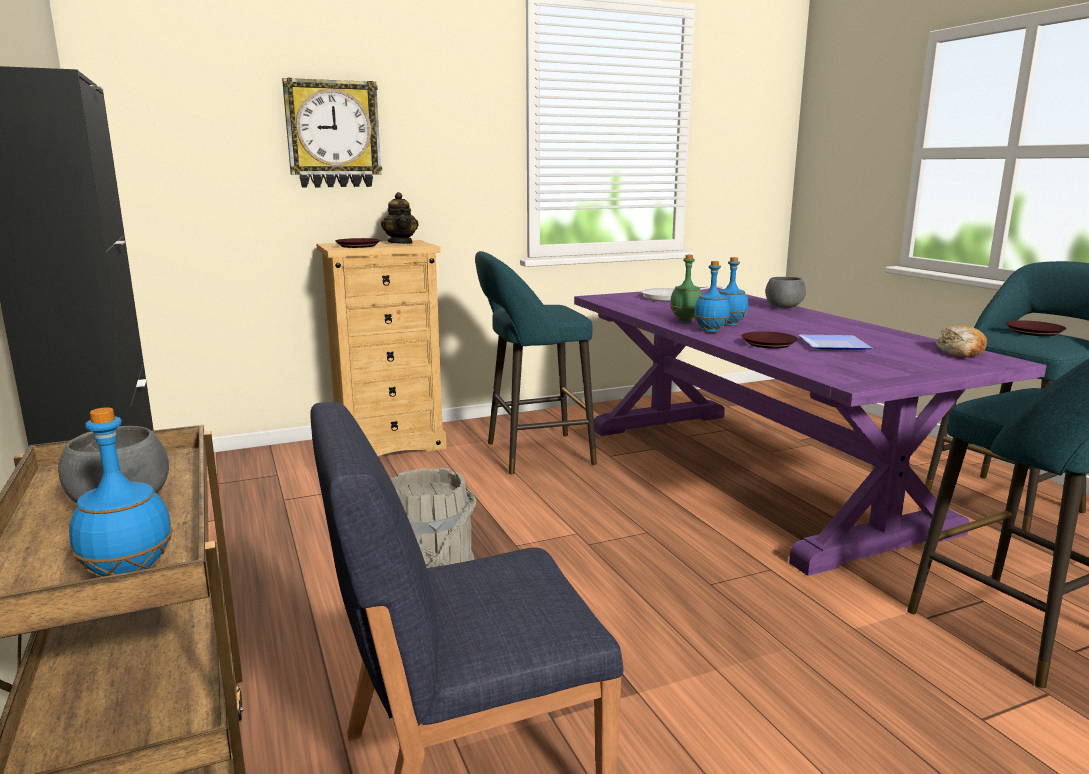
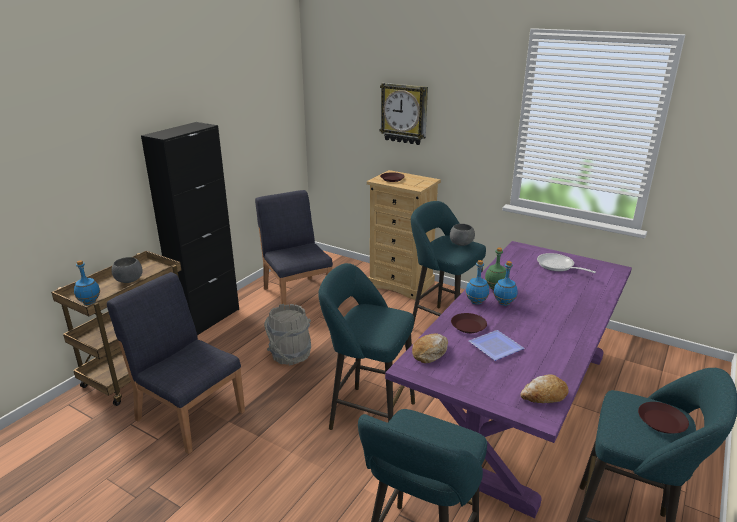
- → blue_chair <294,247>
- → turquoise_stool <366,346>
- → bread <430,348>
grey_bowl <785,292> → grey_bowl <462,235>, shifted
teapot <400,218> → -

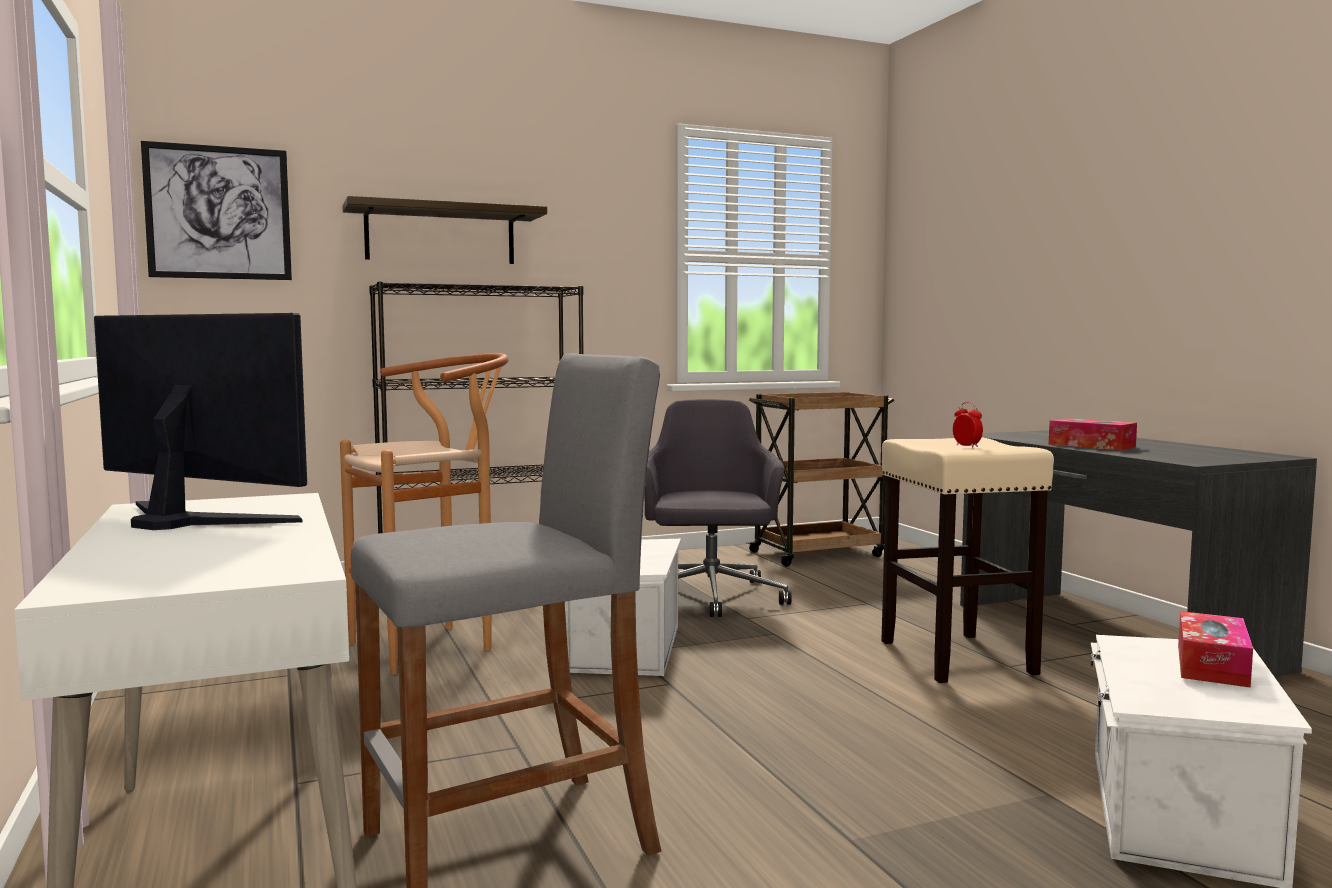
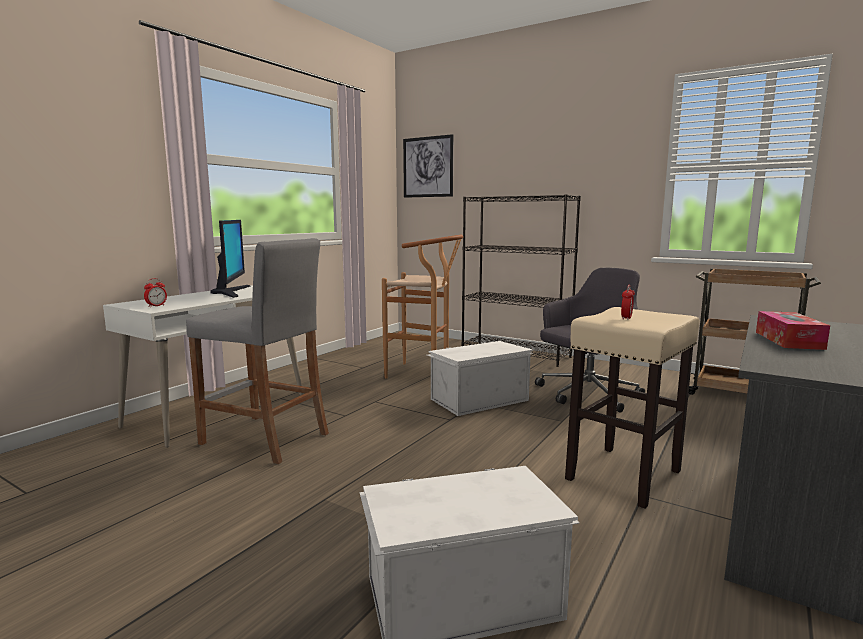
- → alarm_clock <155,292>
shelf <444,230> → -
tissue_box <1215,649> → -

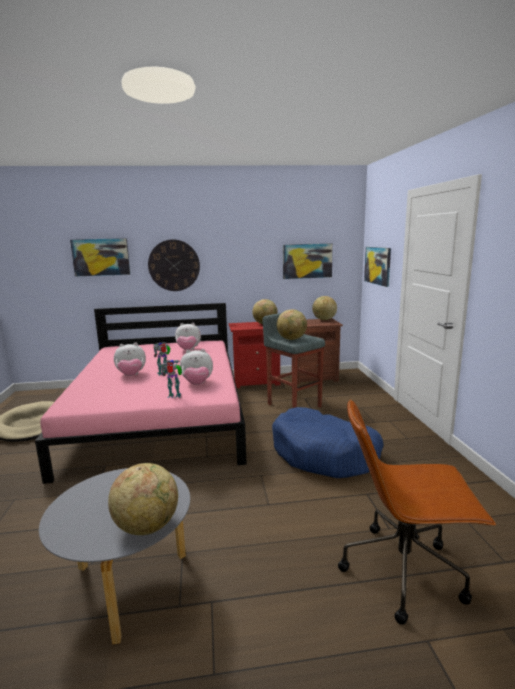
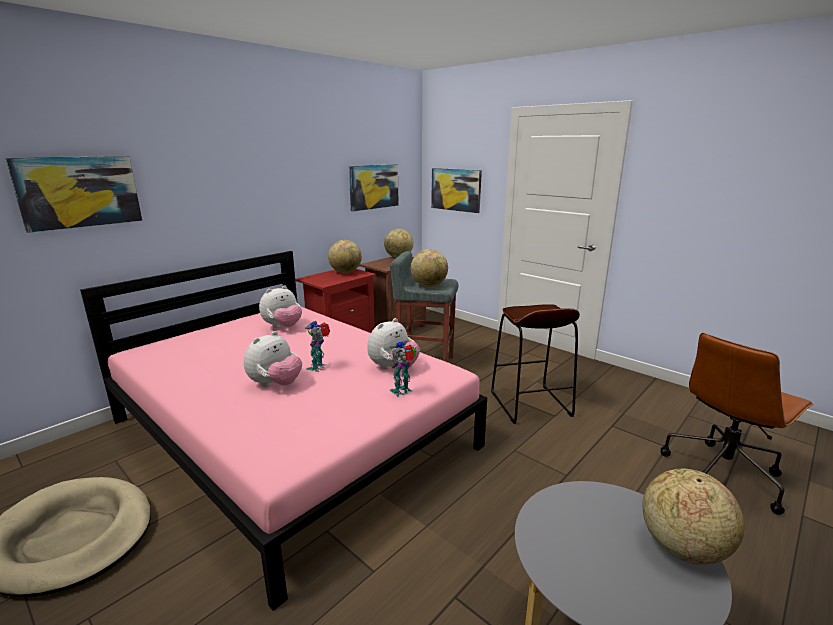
blue_dog_bed <328,442> → brown_stool <535,364>
wall_clock <174,265> → -

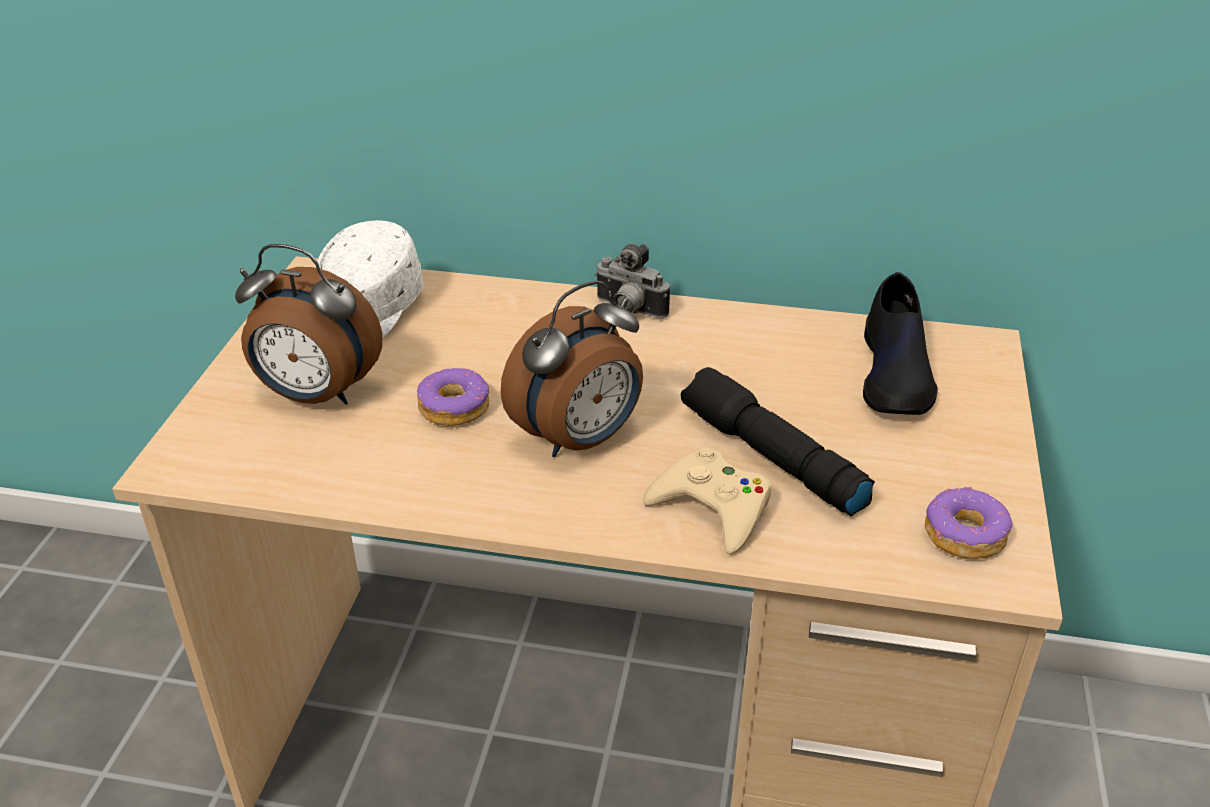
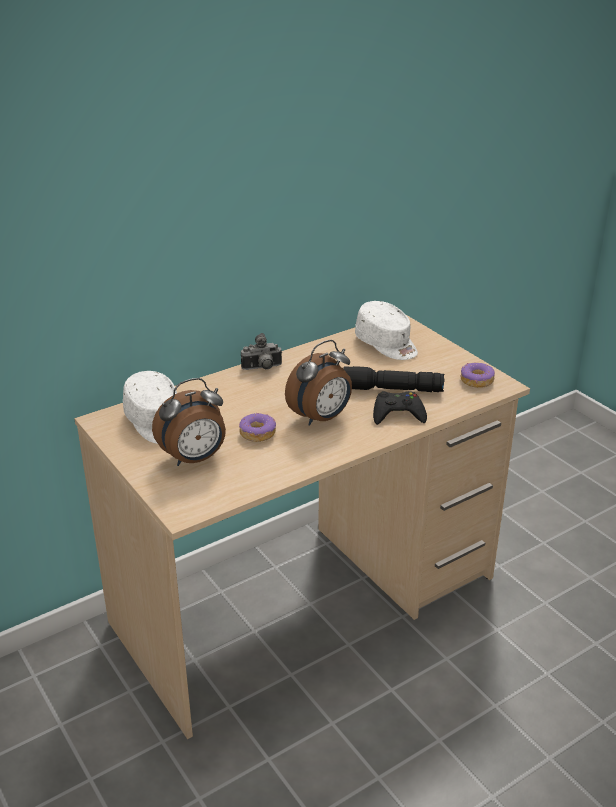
alarm_clock <571,368> → alarm_clock <318,383>, 45 degrees clockwise
black_shoe <900,343> → white_cap <386,330>
beige_game_controller <707,501> → black_game_controller <400,408>

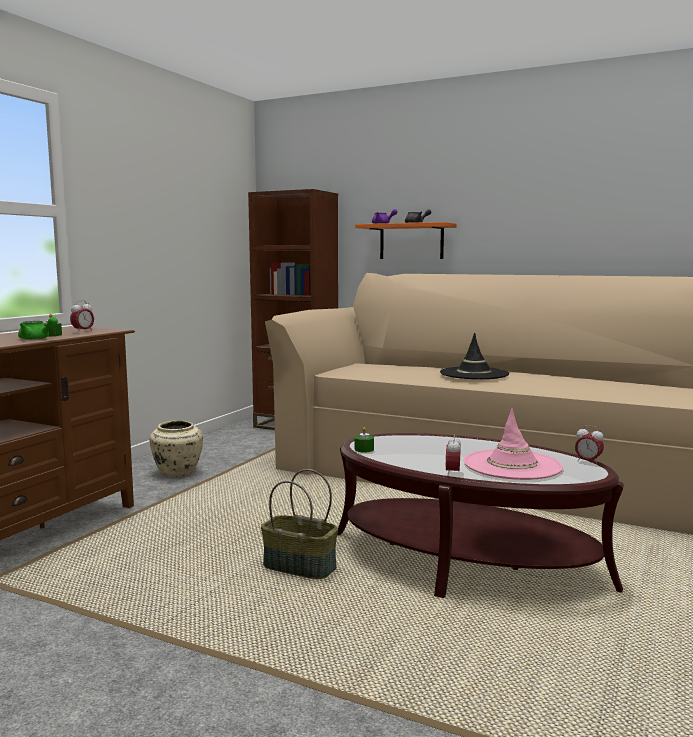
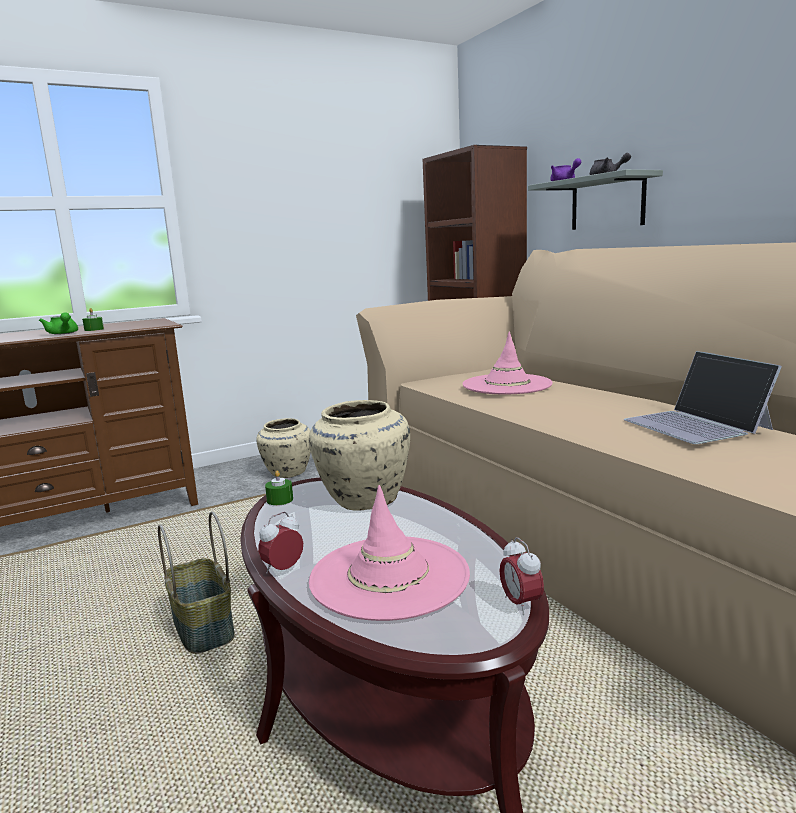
- → beige_vase <359,455>
- → pink_hat <508,362>
orange_shelf <406,240> → grey_shelf <595,199>
- → laptop <703,397>
alarm_clock <82,316> → -
black_hat <474,355> → -

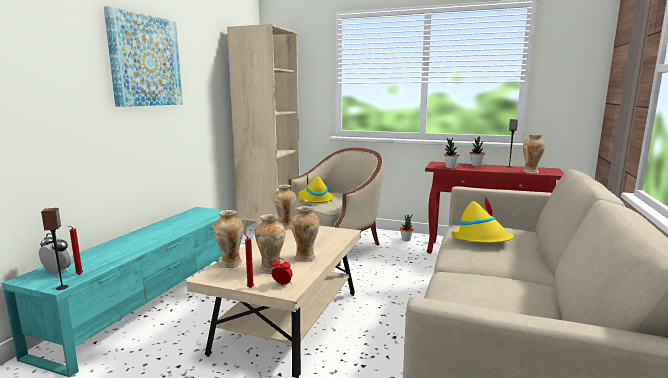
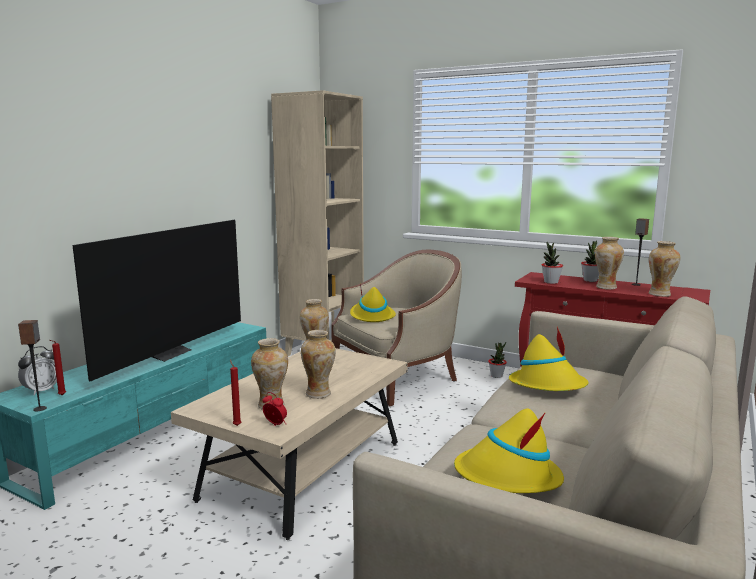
alarm_clock <55,253> → alarm_clock <37,370>, 90 degrees clockwise
- → television <157,300>
- → yellow_hat <509,450>
vase <229,239> → vase <609,263>, shifted
picture <143,56> → -

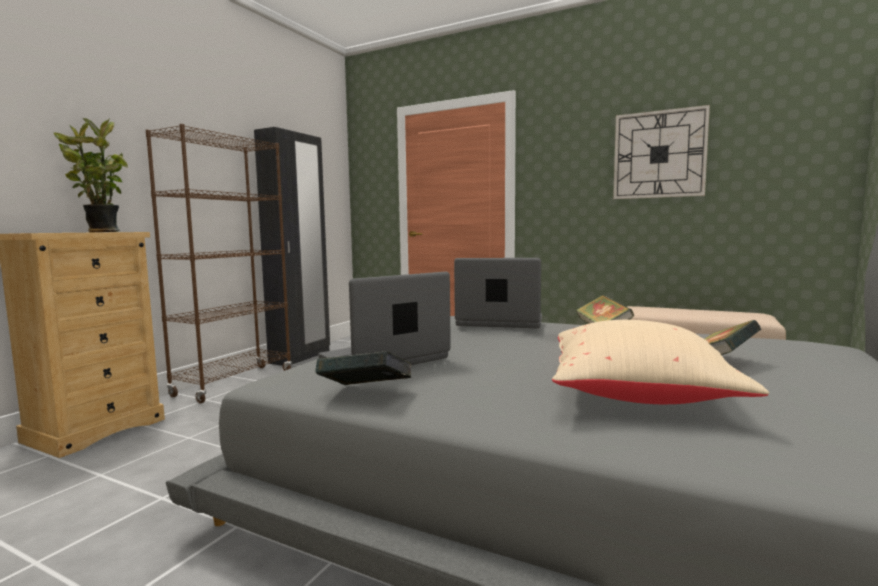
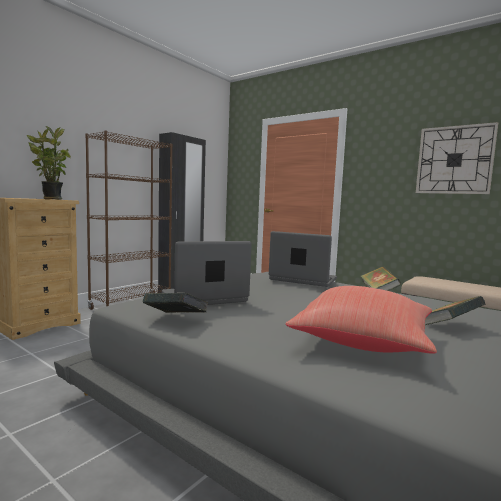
beige_pillow <660,362> → red_pillow <361,320>

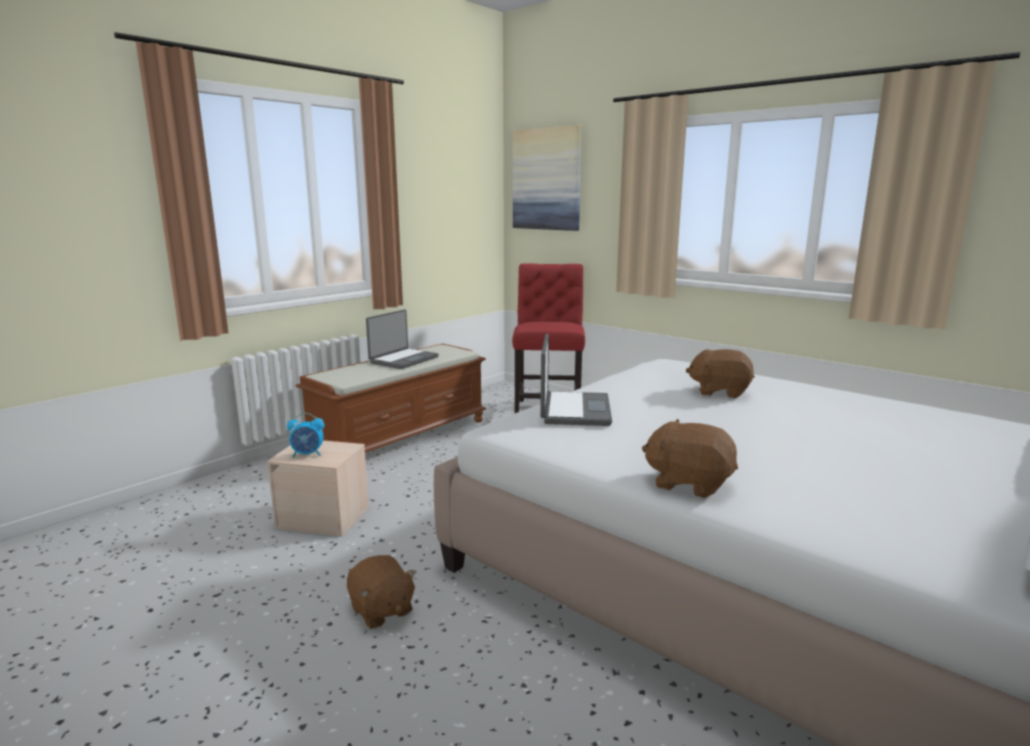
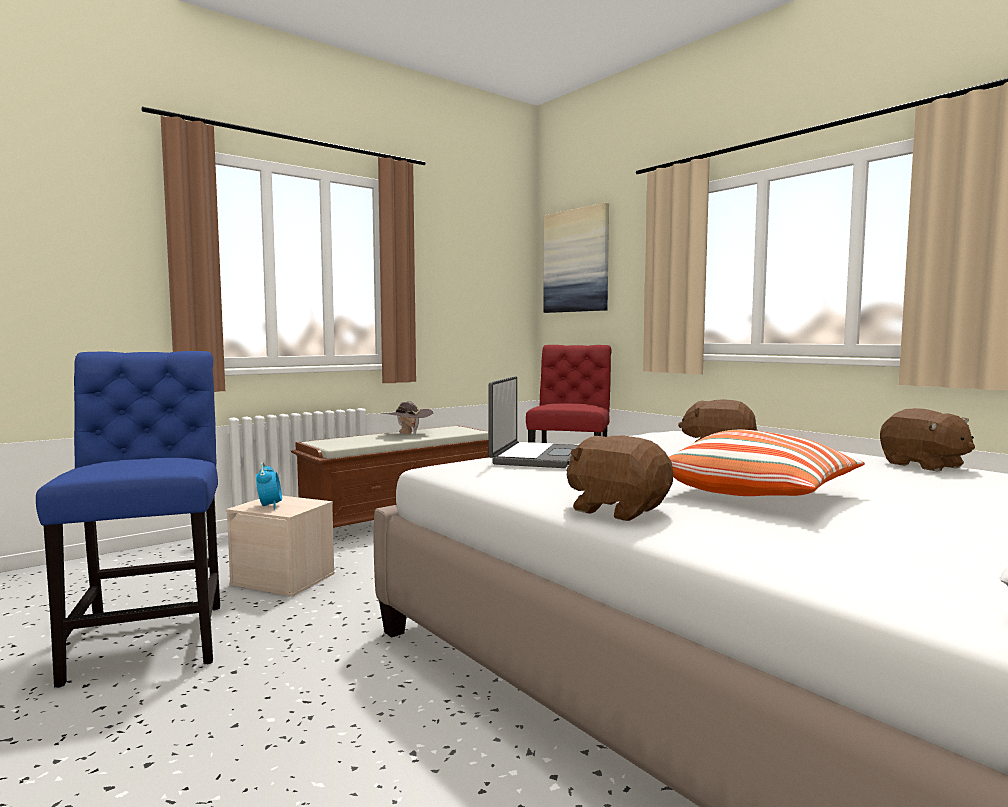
- → blue_chair <128,519>
alarm_clock <306,435> → alarm_clock <269,486>, 105 degrees counterclockwise
laptop <402,339> → brown_hat <409,418>
- → pillow <767,463>
brown_plush_toy <381,592> → brown_plush_toy <927,440>, shifted

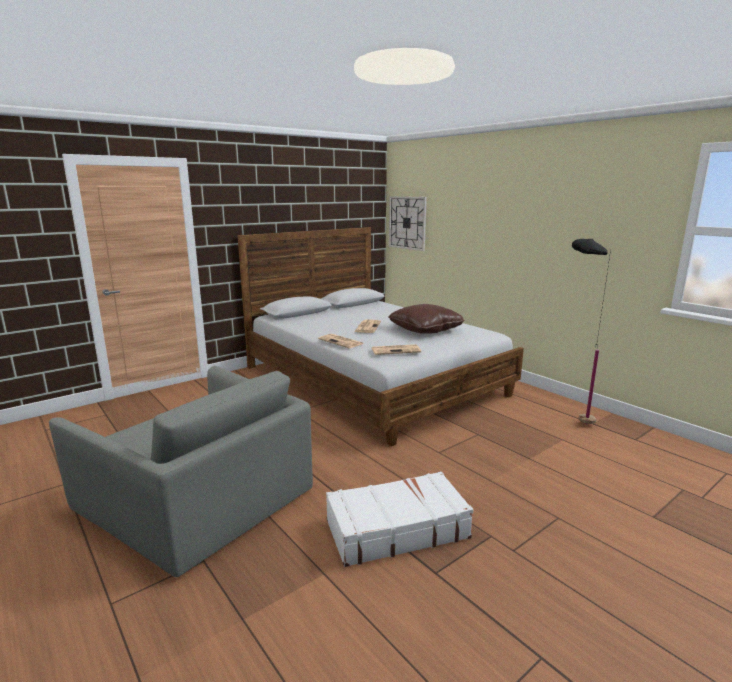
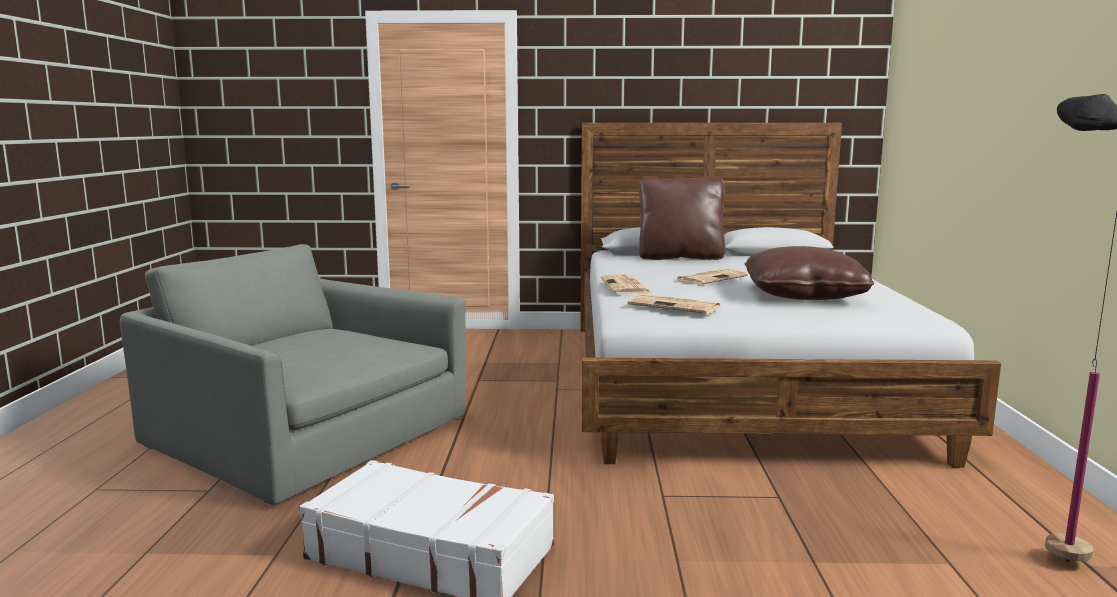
grey_armchair <181,471> → grey_armchair <293,374>, 135 degrees clockwise
- → brown_pillow <682,218>
wall_clock <408,223> → -

